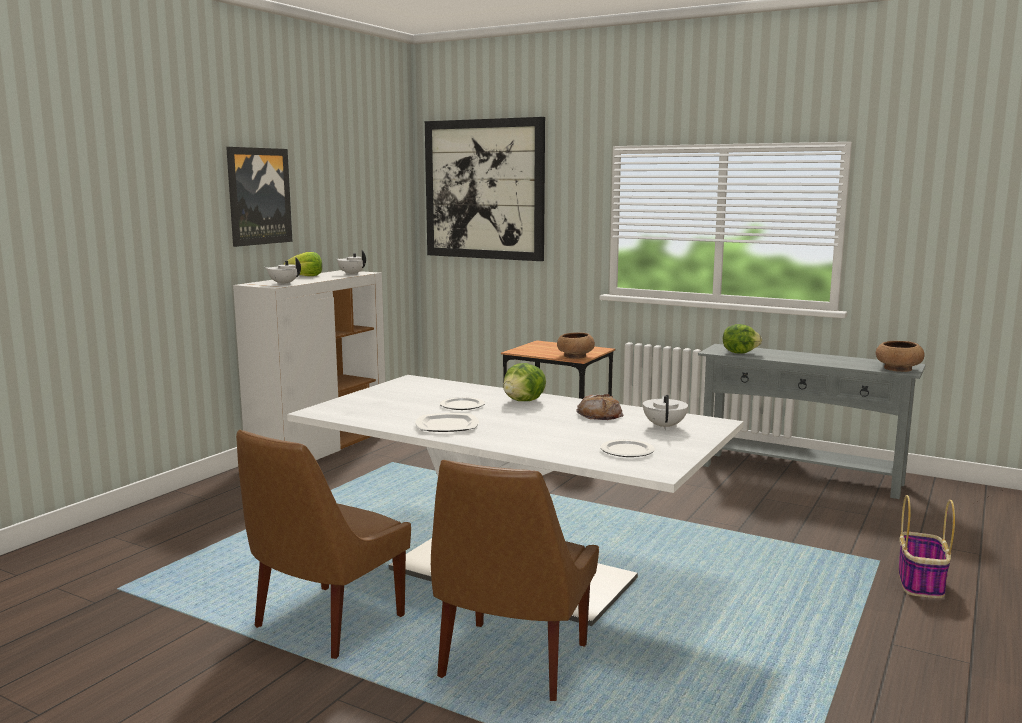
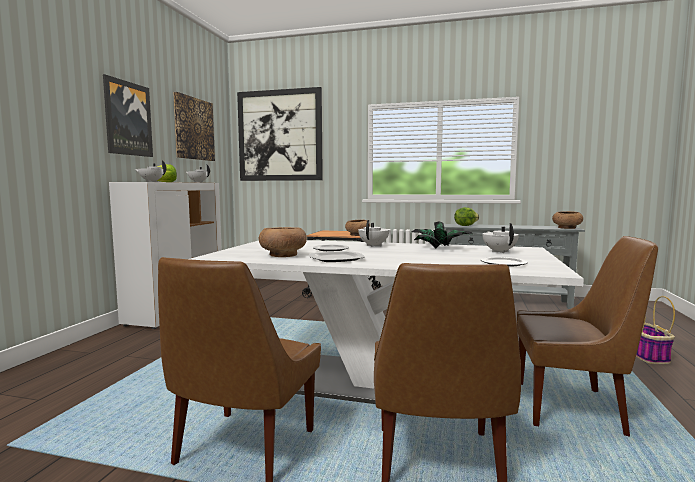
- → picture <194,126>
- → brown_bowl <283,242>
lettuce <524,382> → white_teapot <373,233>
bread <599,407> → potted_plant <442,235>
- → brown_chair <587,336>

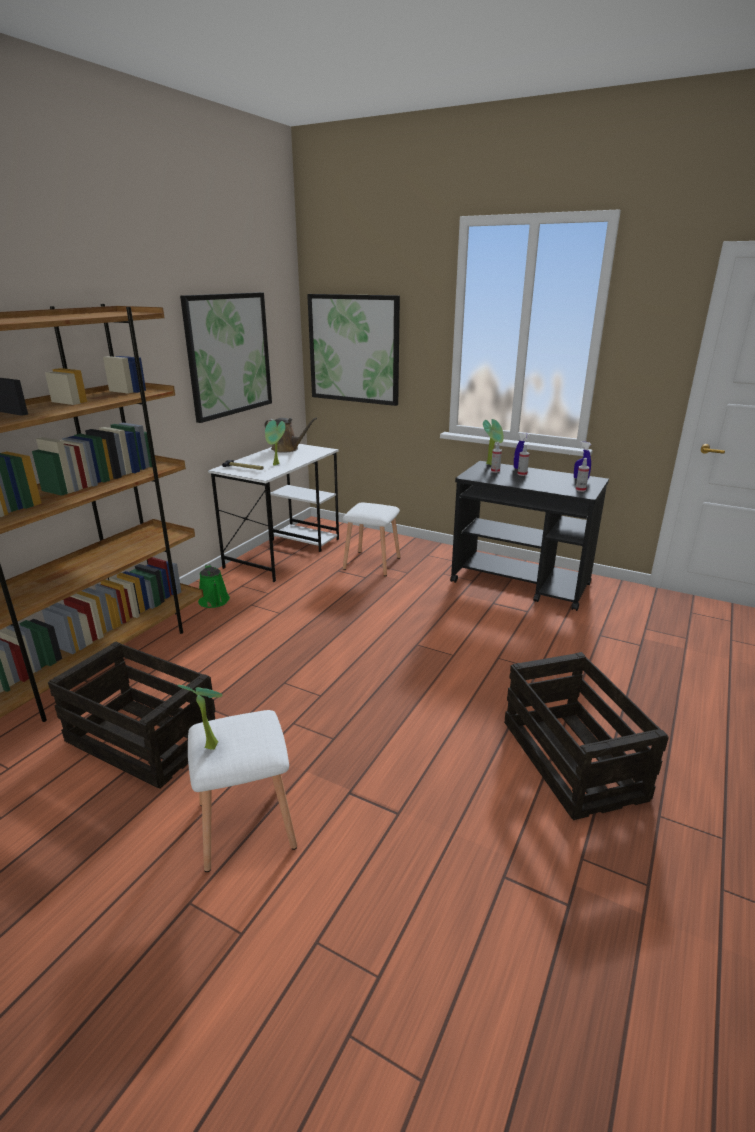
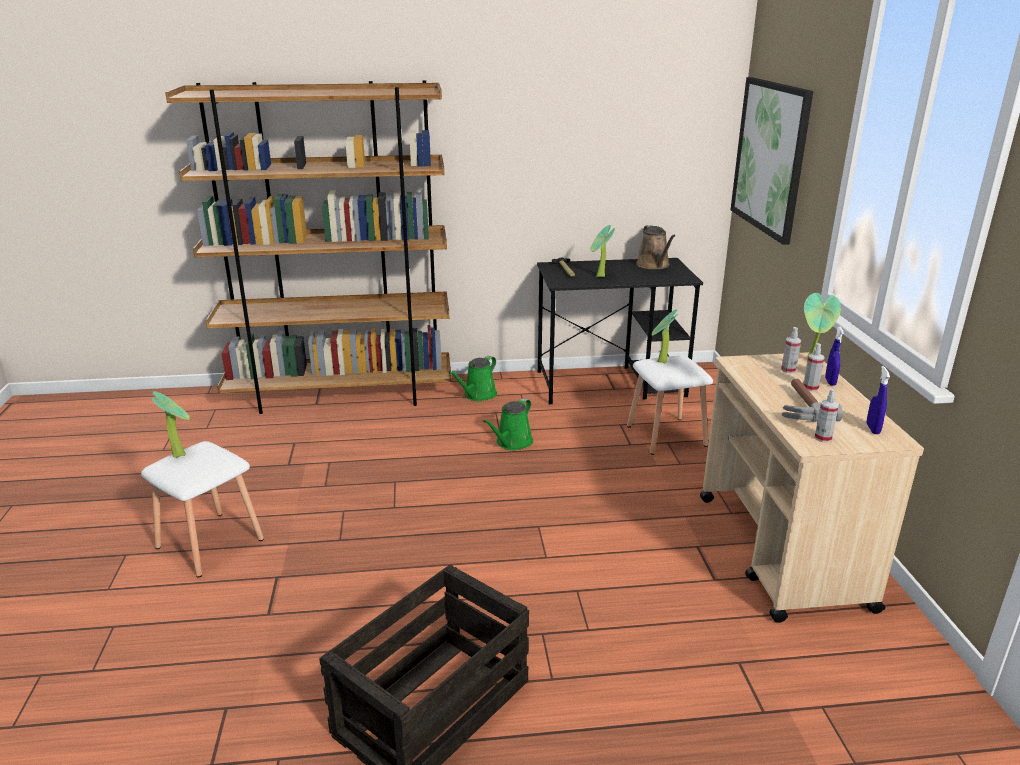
- → green_watering_can <508,424>
white_desk <273,513> → black_desk <620,331>
- → potted_plant <664,336>
black_cart <529,536> → beige_cart <812,487>
- → hammer <812,400>
crate <132,714> → -
picture <226,357> → -

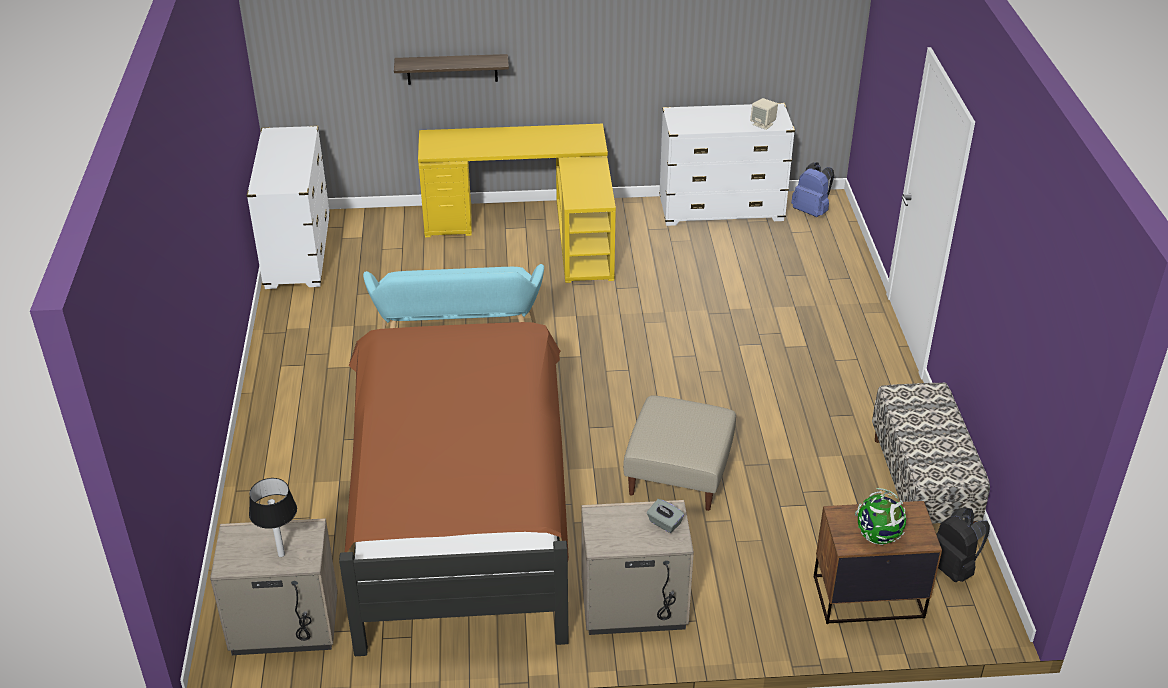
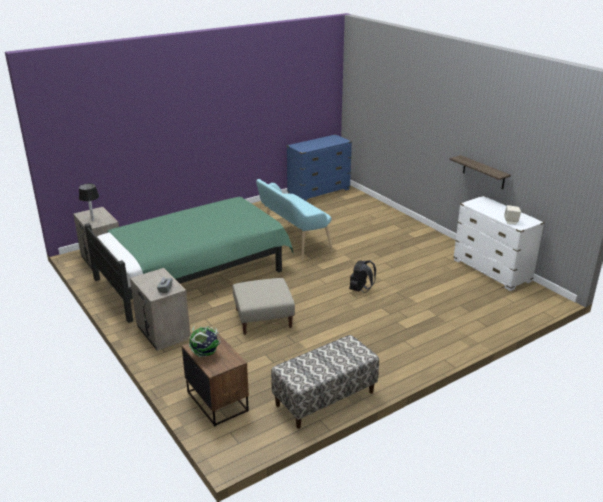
brown_bed <454,489> → green_bed <189,260>
white_dresser <288,207> → blue_dresser <319,167>
black_backpack <963,545> → black_backpack <362,276>, shifted
shelf <451,69> → shelf <480,172>, shifted
yellow_desk <517,203> → -
blue_backpack <812,189> → -

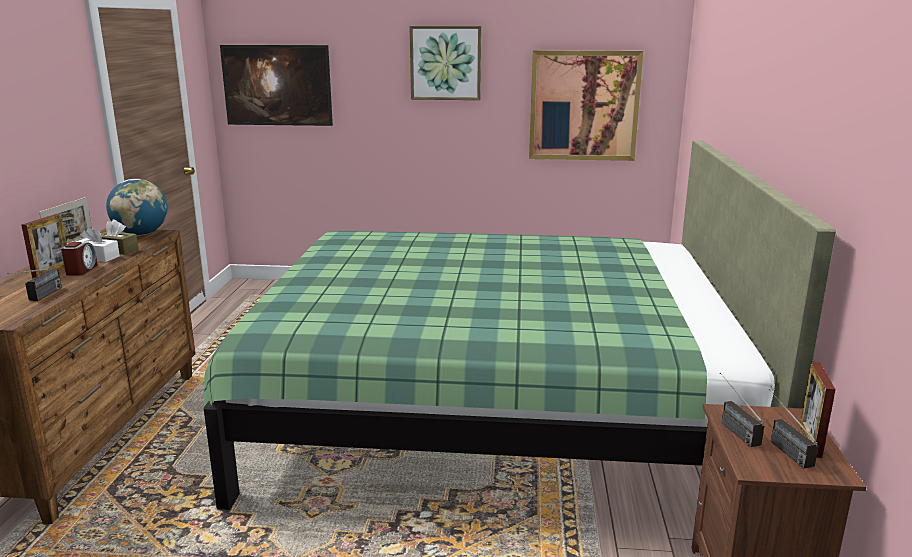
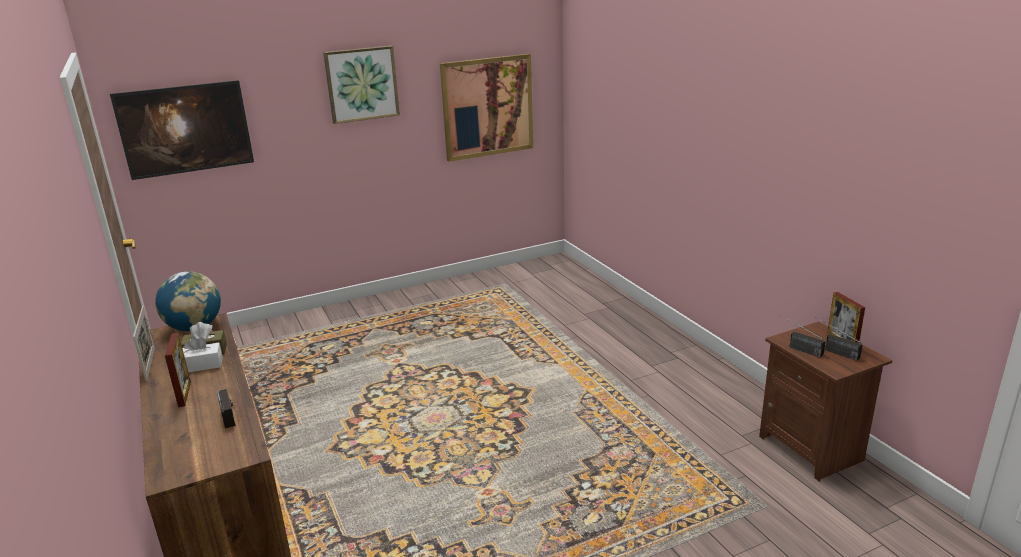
alarm_clock <79,259> → -
green_bed <520,325> → -

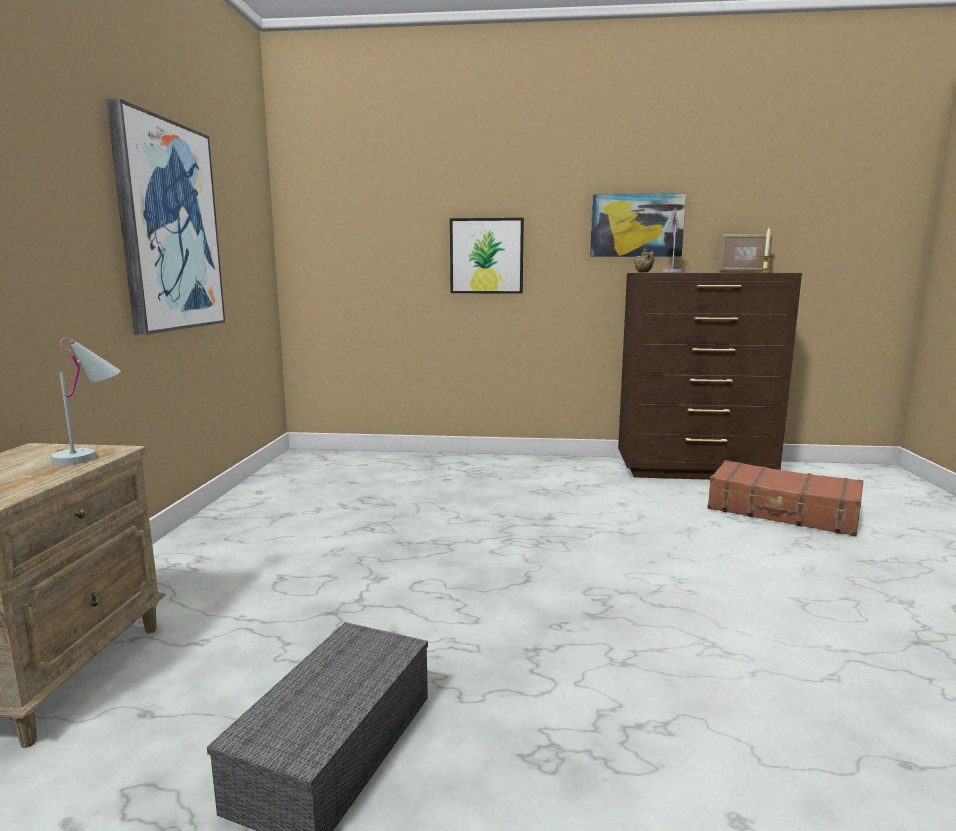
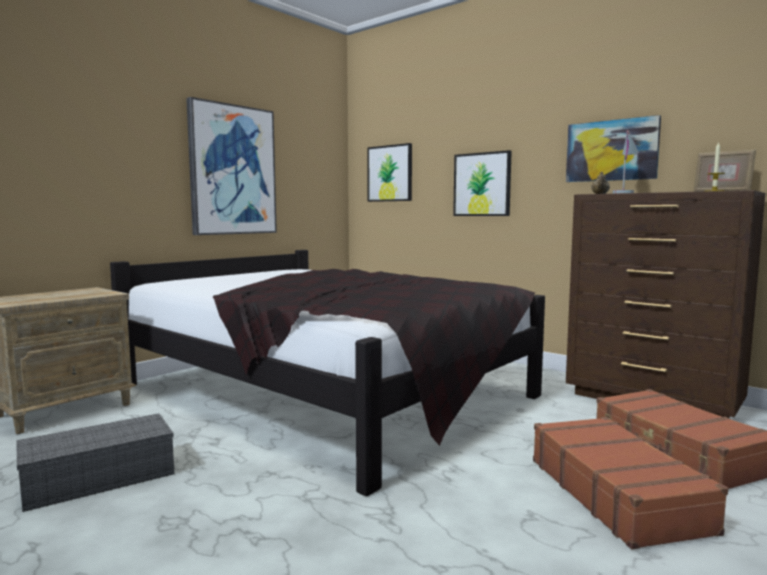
- → black_bed <327,373>
- → picture <389,172>
- → brown_suitcase <630,483>
white_table_lamp <86,401> → -

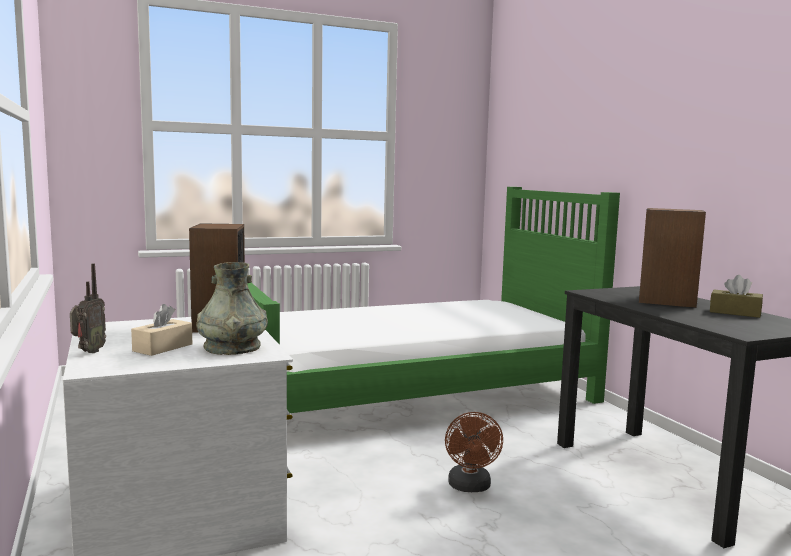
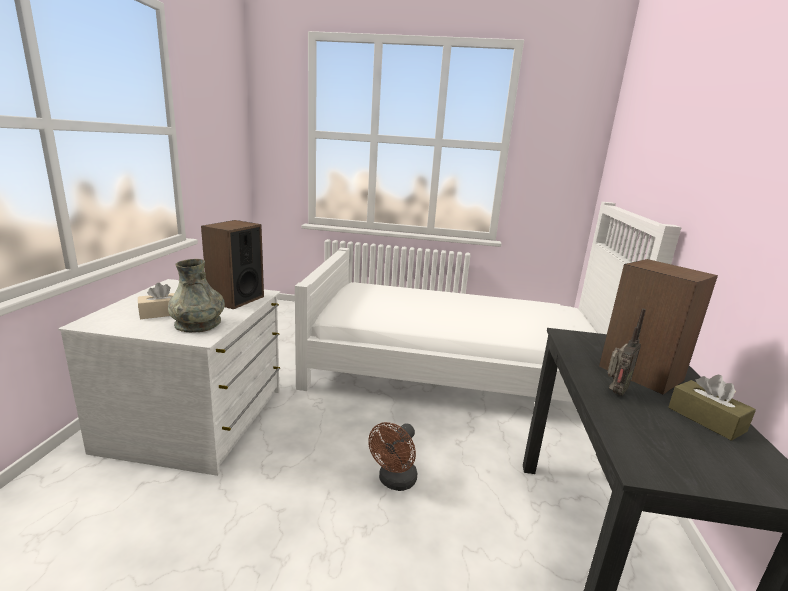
green_bed <433,300> → white_bed <488,302>
radio <88,308> → radio <627,352>, shifted

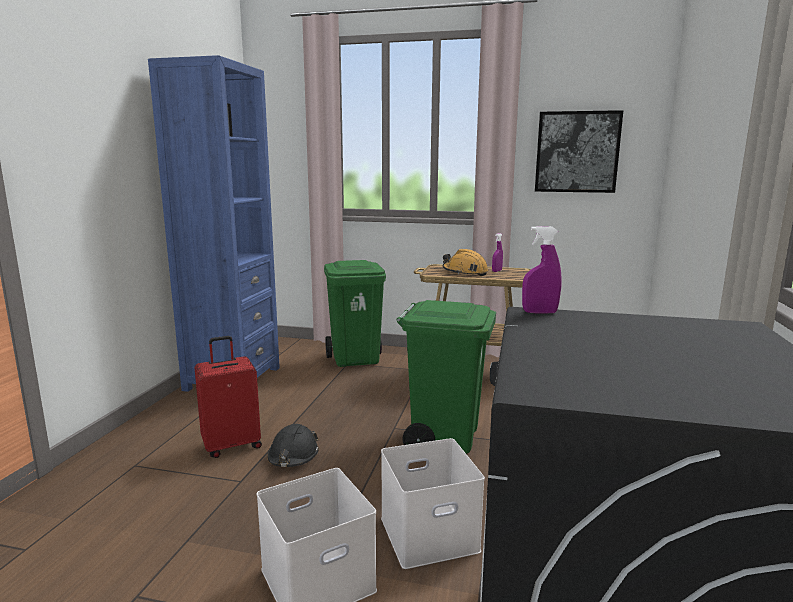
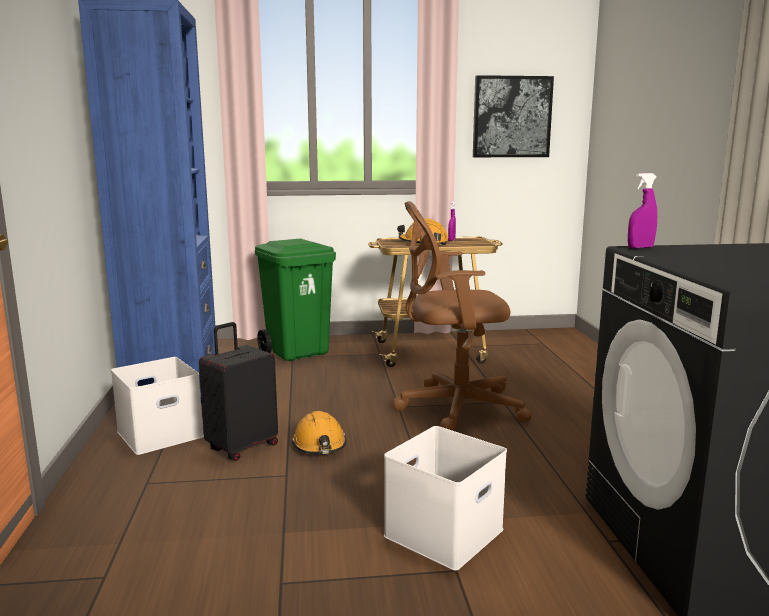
white_storage_box <433,503> → white_storage_box <157,406>, shifted
red_suitcase <228,397> → black_suitcase <238,391>
black_hard_hat <293,445> → orange_hard_hat <319,432>
green_trash_can <446,377> → brown_office_chair <462,316>

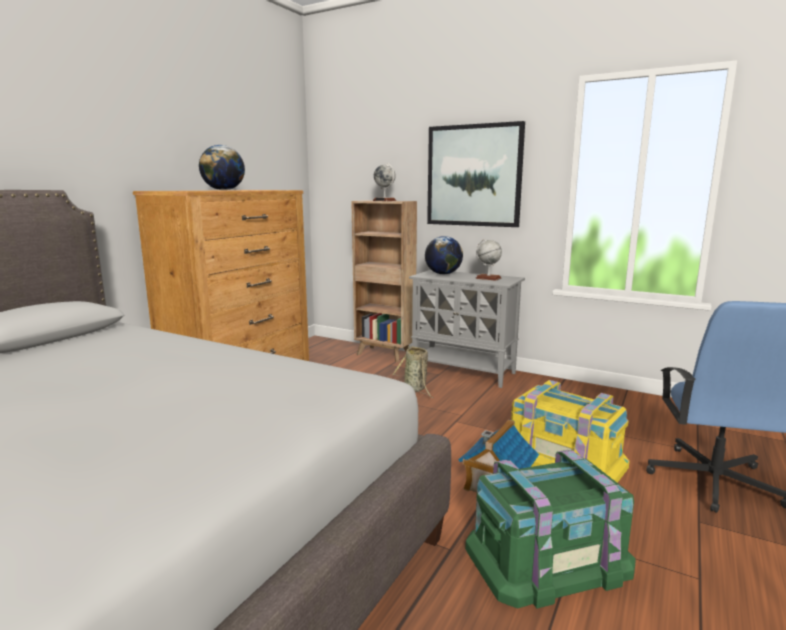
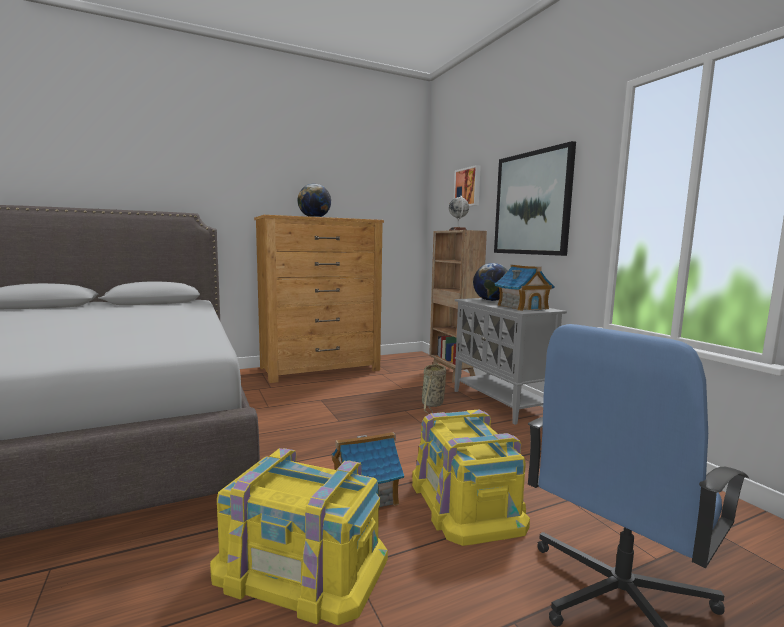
green_storage_box <550,529> → yellow_storage_box <299,536>
- → picture <467,185>
globe <488,260> → toy_house <525,288>

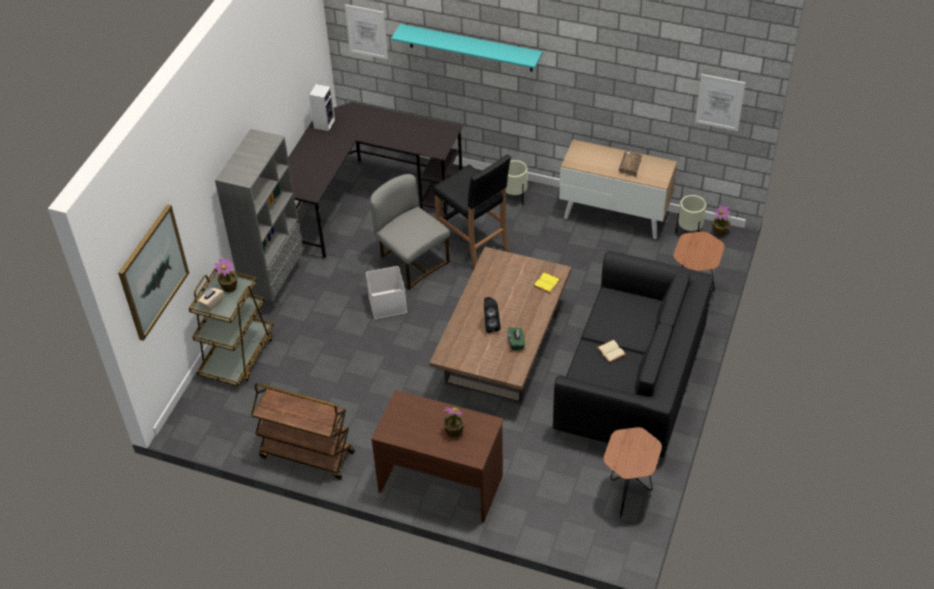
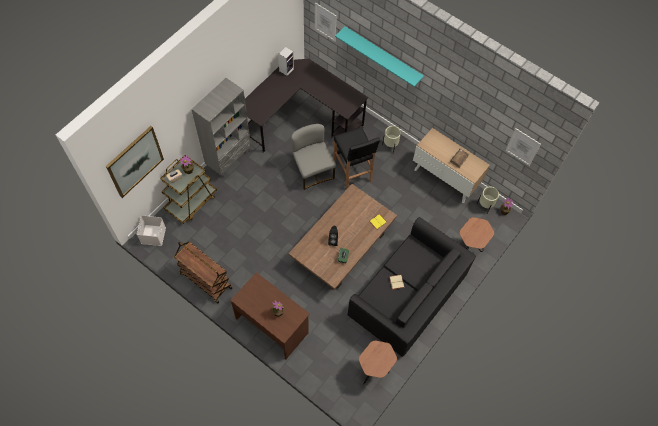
white_storage_box <386,292> → white_storage_box <151,231>, shifted

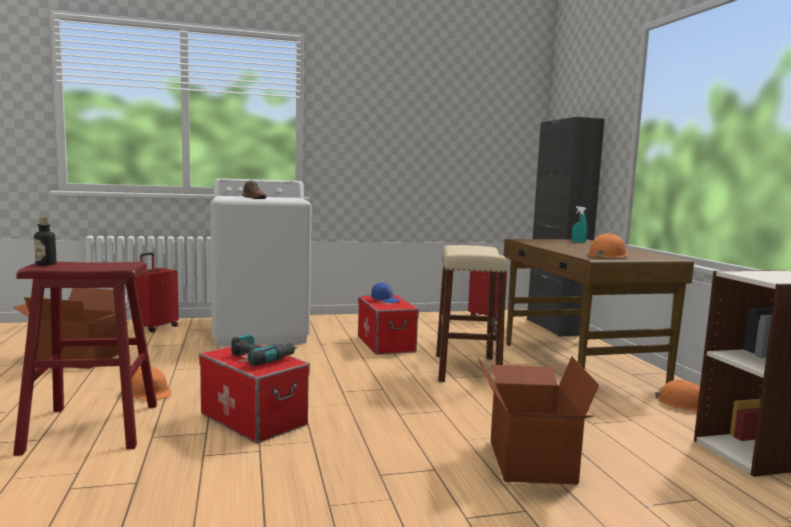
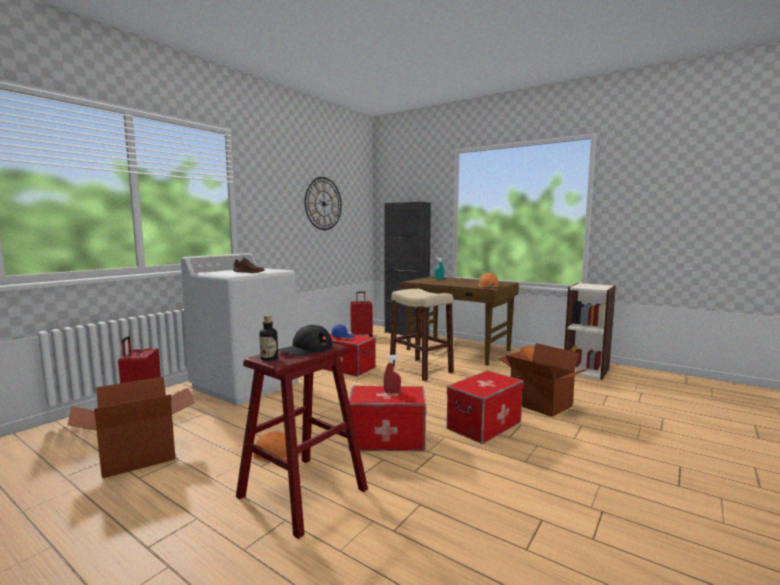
- → black_cap <305,340>
- → wall_clock <323,203>
power_drill <264,350> → red_spray_bottle <392,374>
- → storage_box <485,407>

